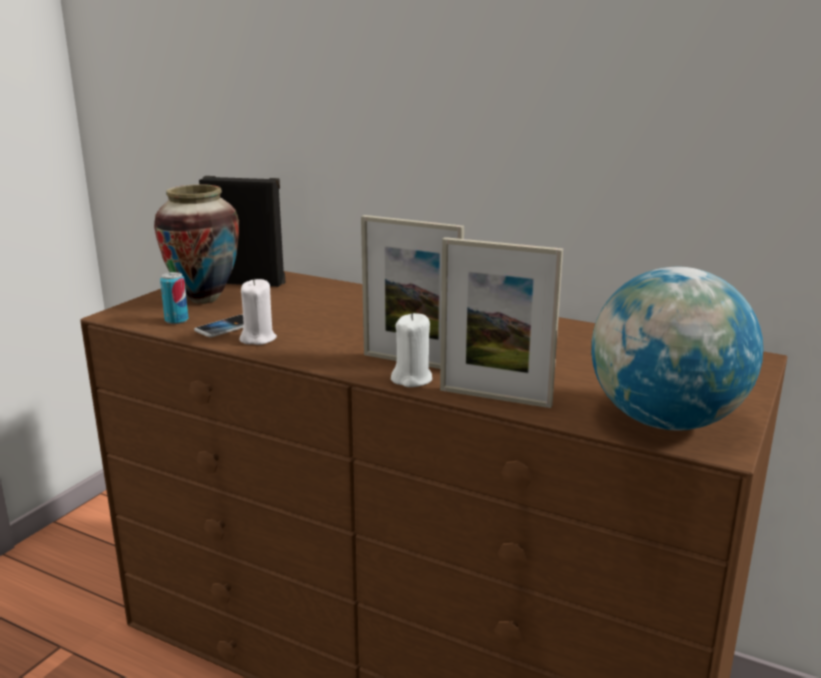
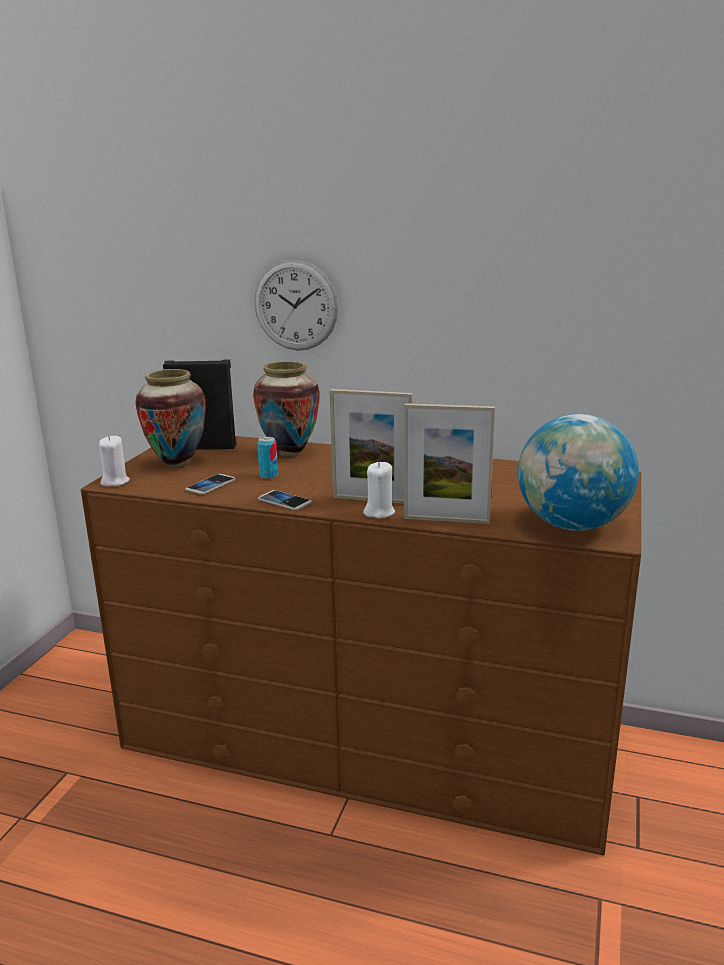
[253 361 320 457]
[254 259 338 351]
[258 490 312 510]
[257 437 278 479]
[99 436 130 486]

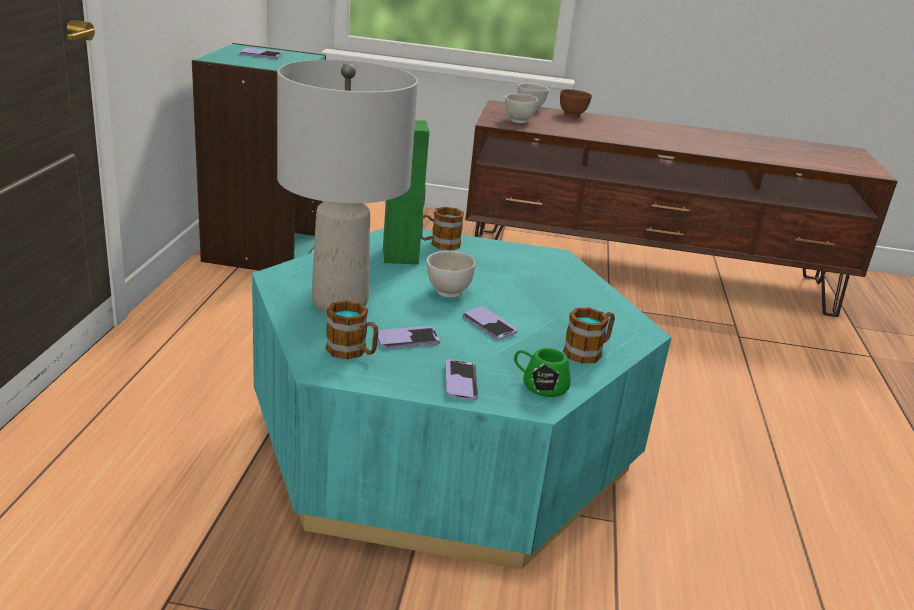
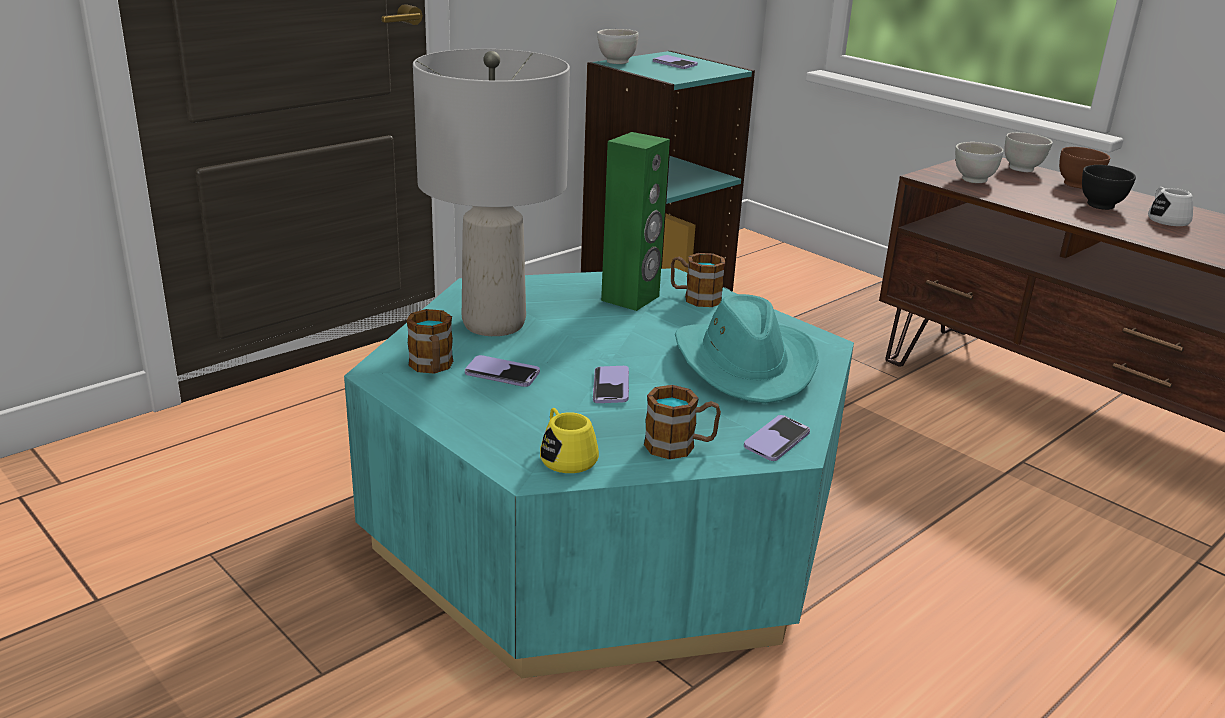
[675 294 819 403]
[1082 165 1136 210]
[1148 187 1193 226]
[597 29 638 64]
[744 415 810 461]
[540 408 599 473]

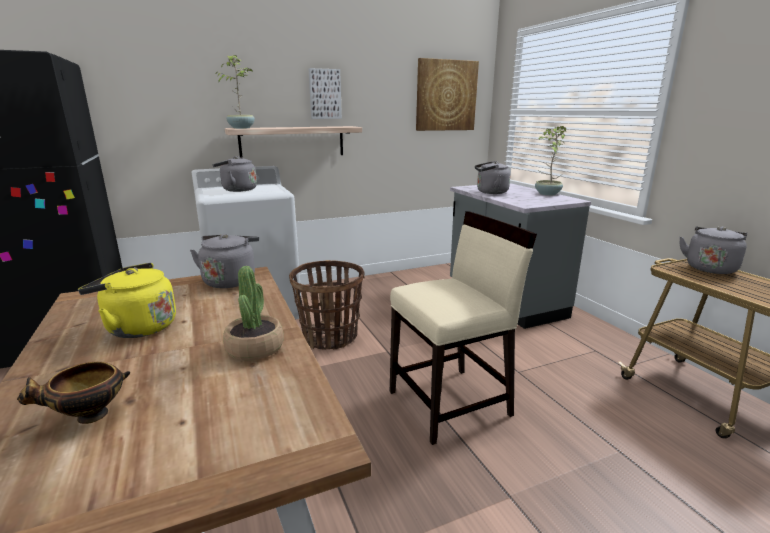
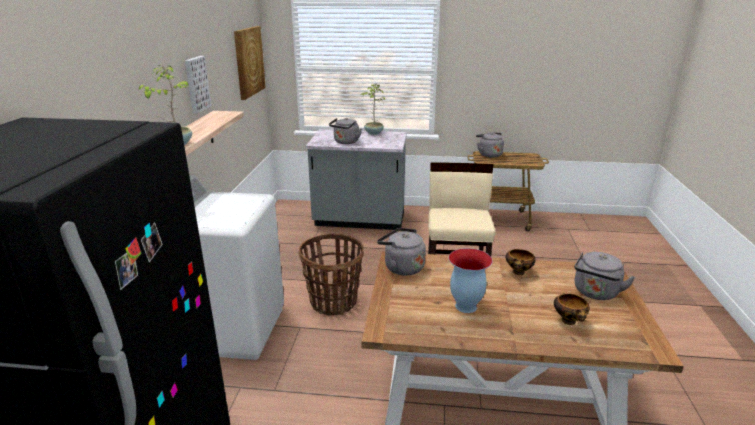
[574 252 635 300]
[448 248 493 313]
[506 249 536 275]

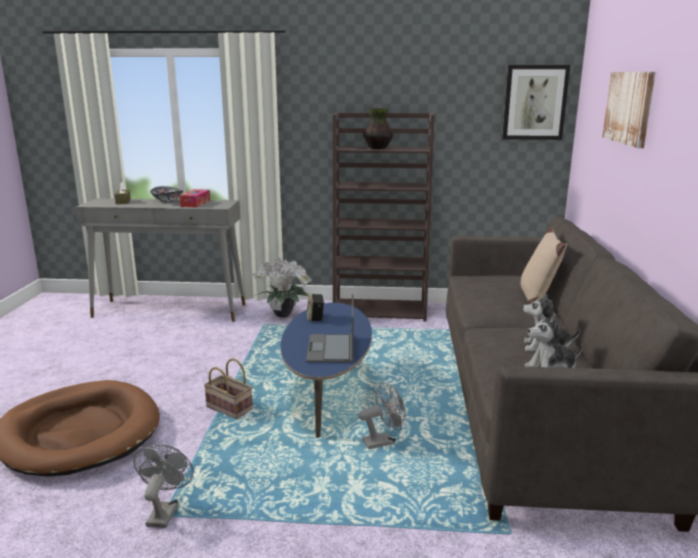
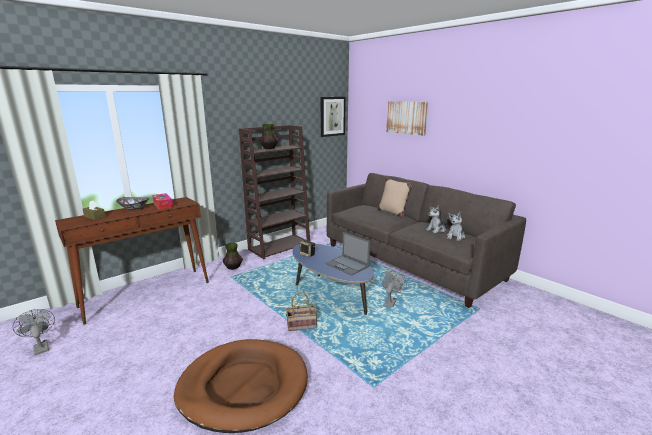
[12 309 55 356]
[223 243 243 270]
[55 197 209 325]

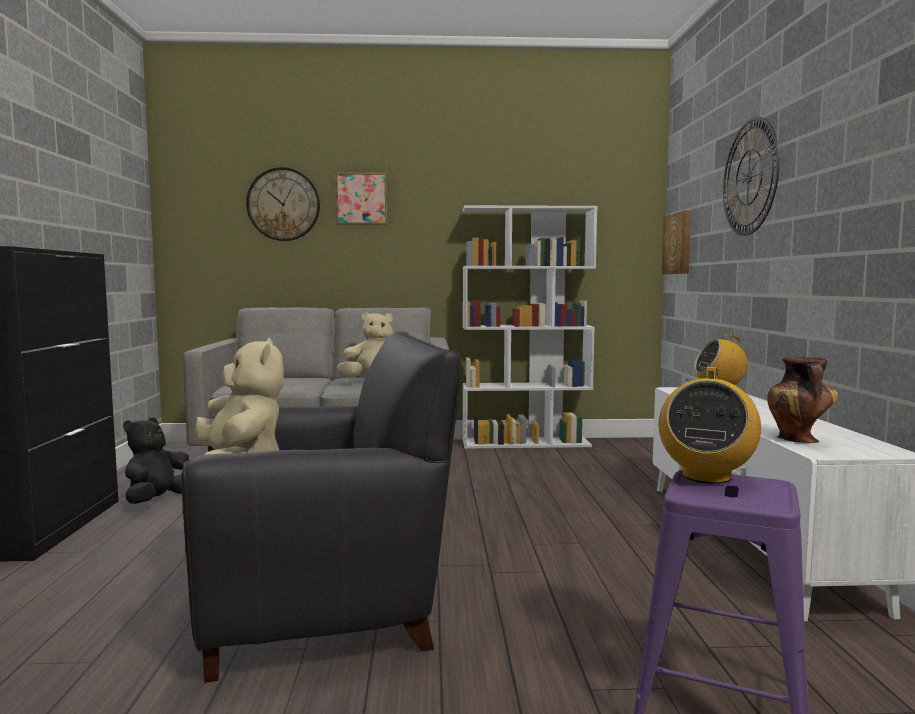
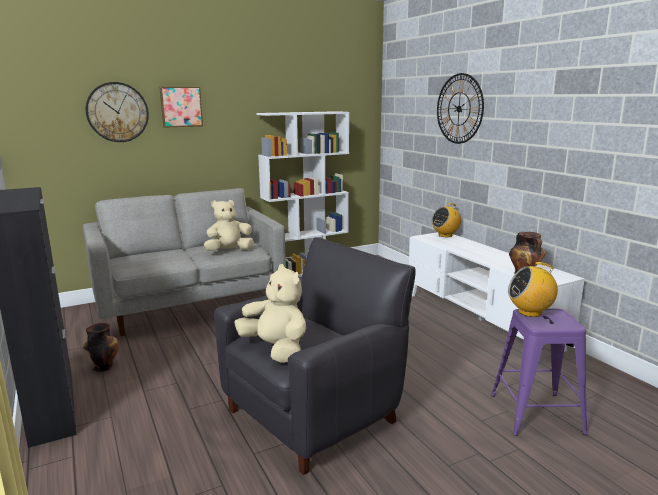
[662 210 691 274] (first image)
[83 323 119 372]
[508 262 558 317]

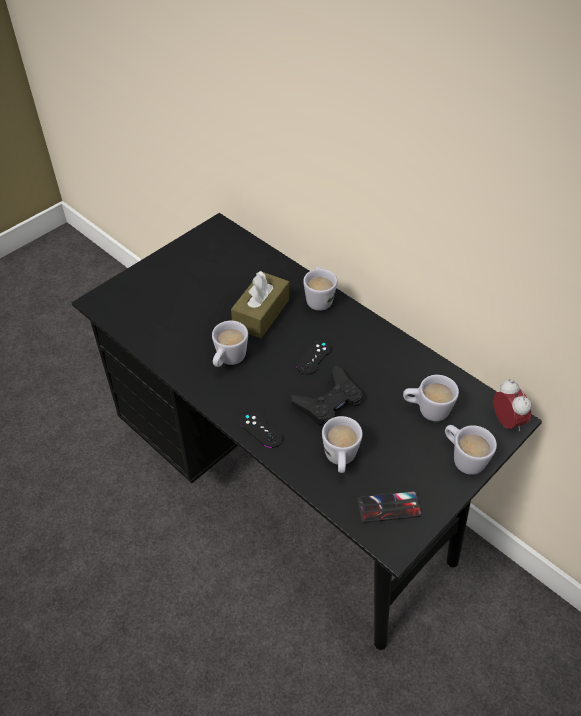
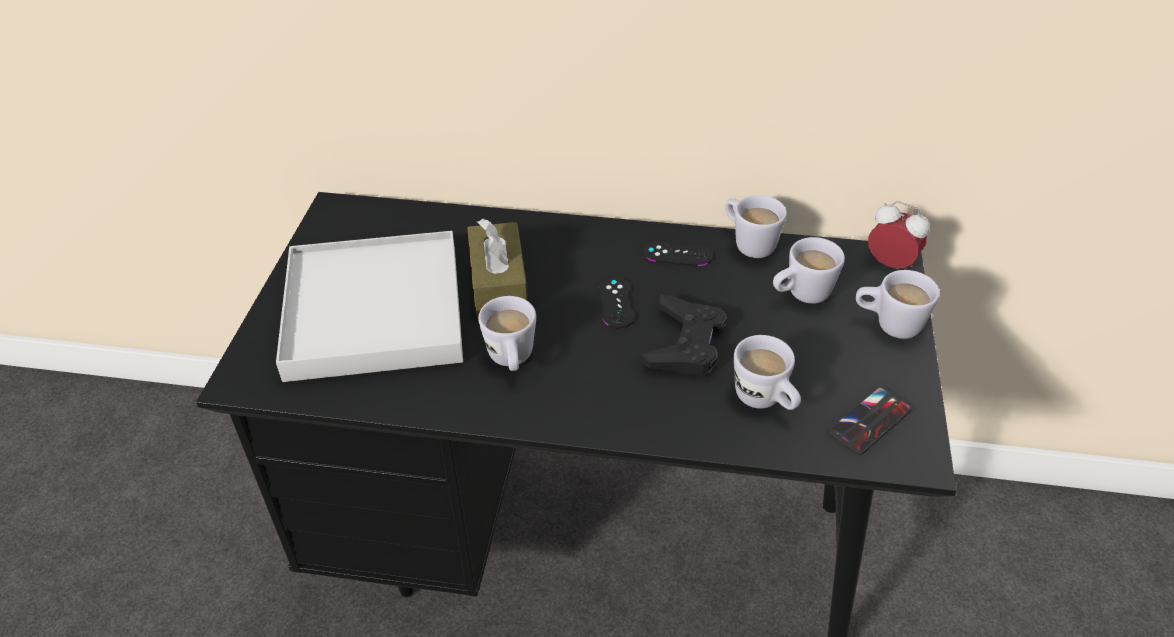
[276 231 463 382]
[643 241 713 266]
[725 195 787 258]

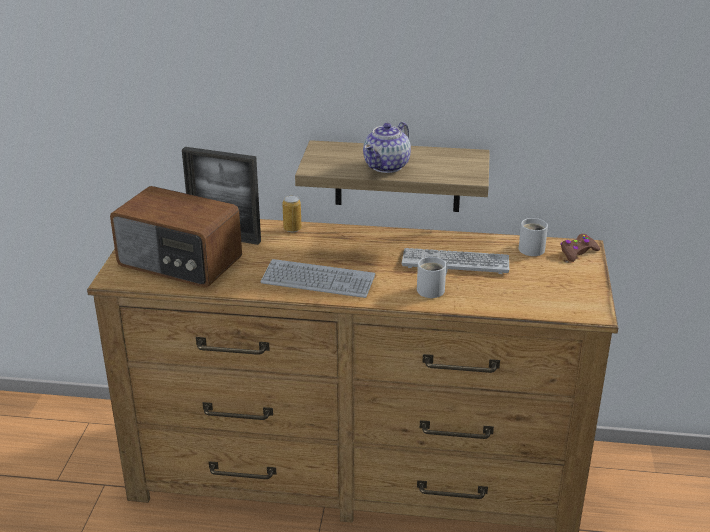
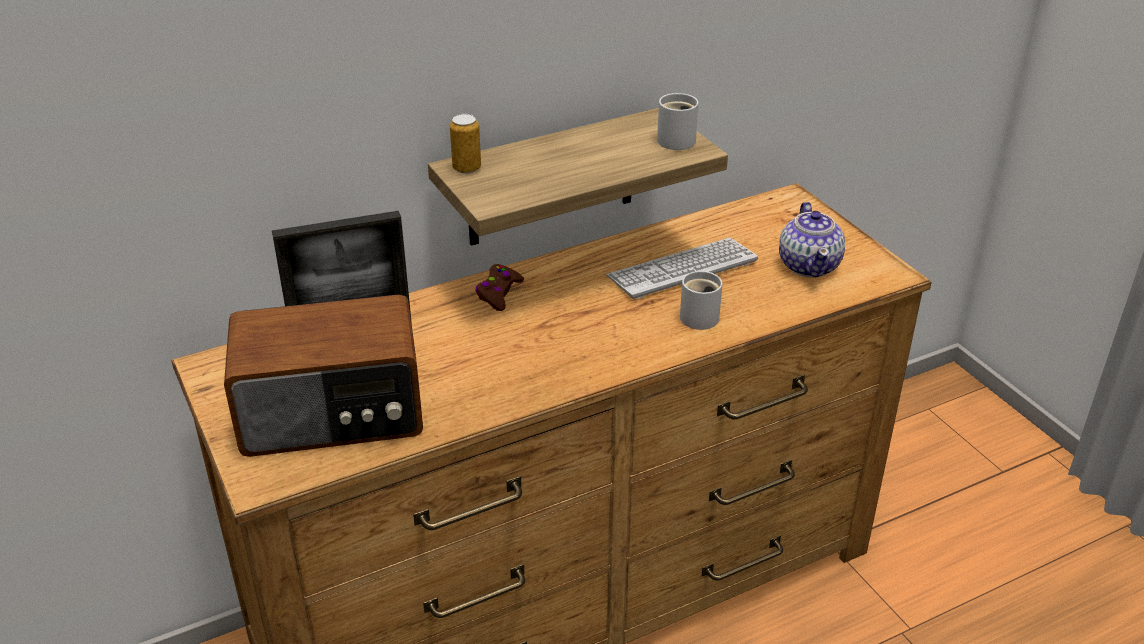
[260 259 375 298] (first image)
[450 114 481 174]
[779 202 845 278]
[657 93 699 150]
[475 264 524 311]

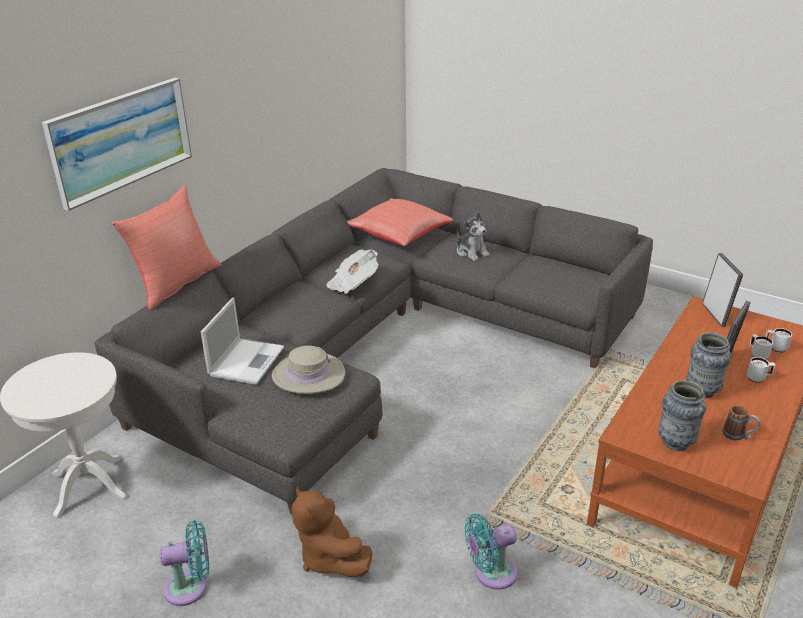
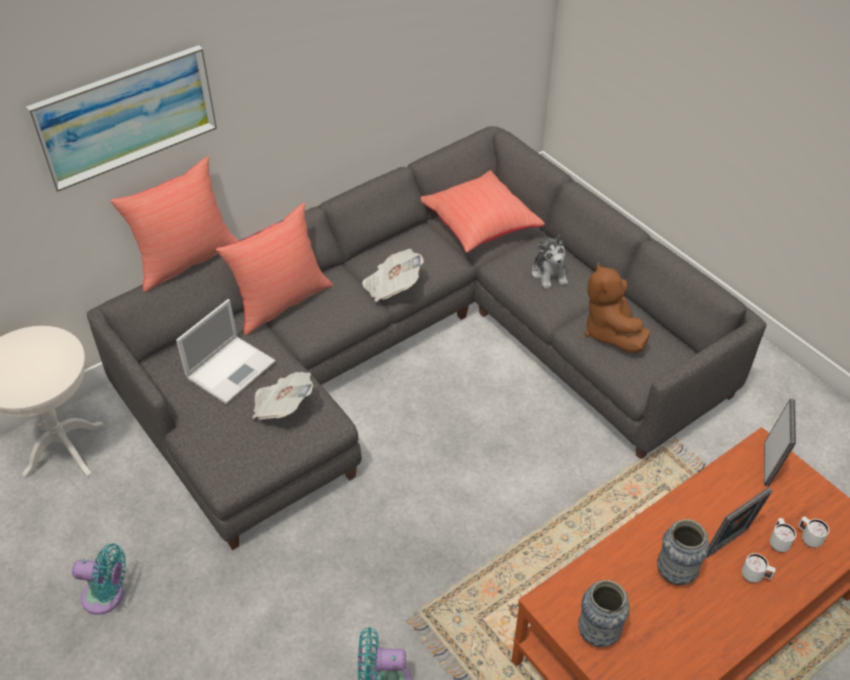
[722 405 760 440] (first image)
[216 203 333 335]
[585 261 650 353]
[252 372 313 419]

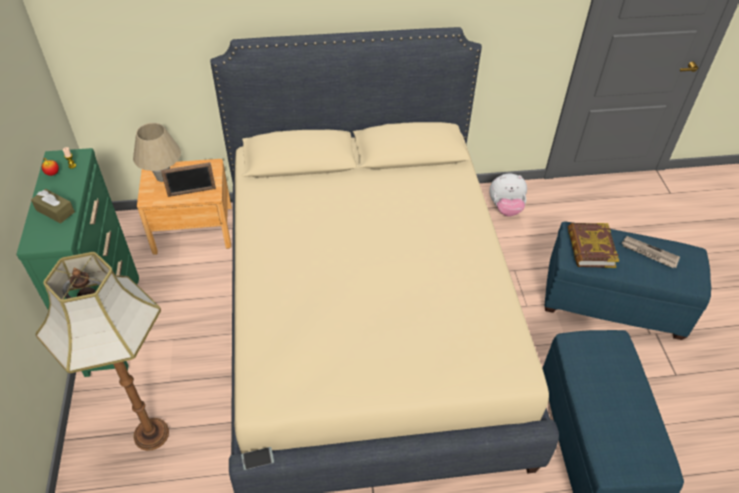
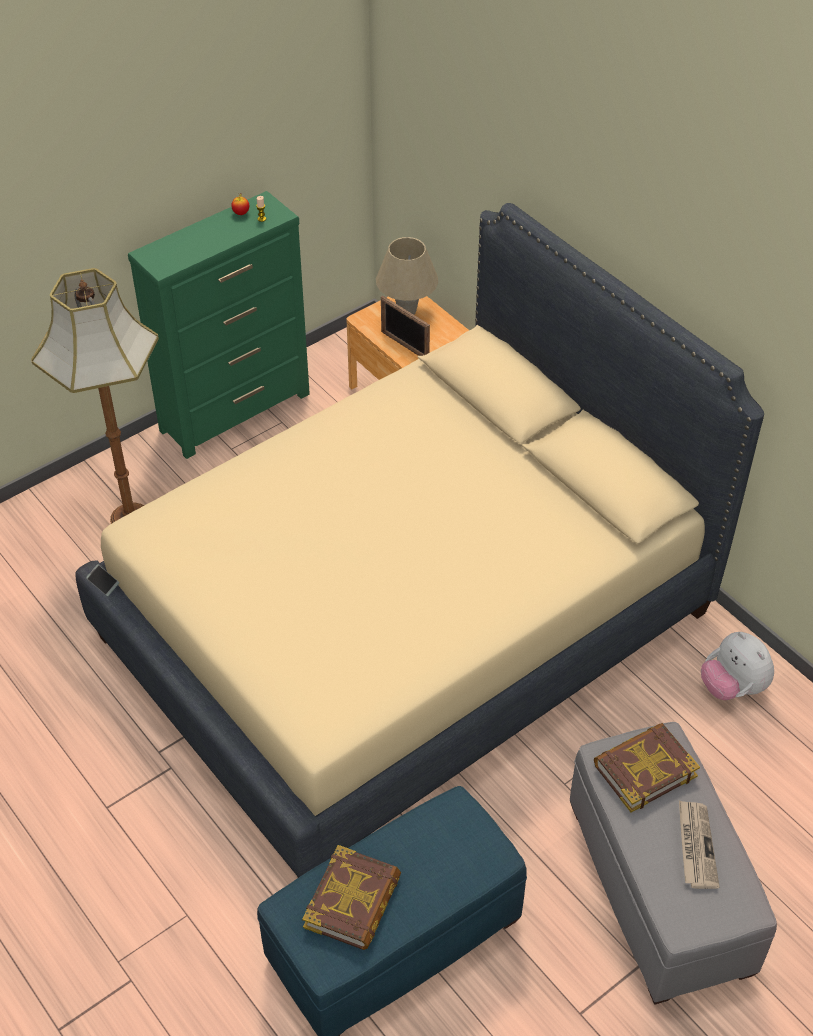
[31 189 75 223] (first image)
[302 845 401 950]
[570 722 777 1005]

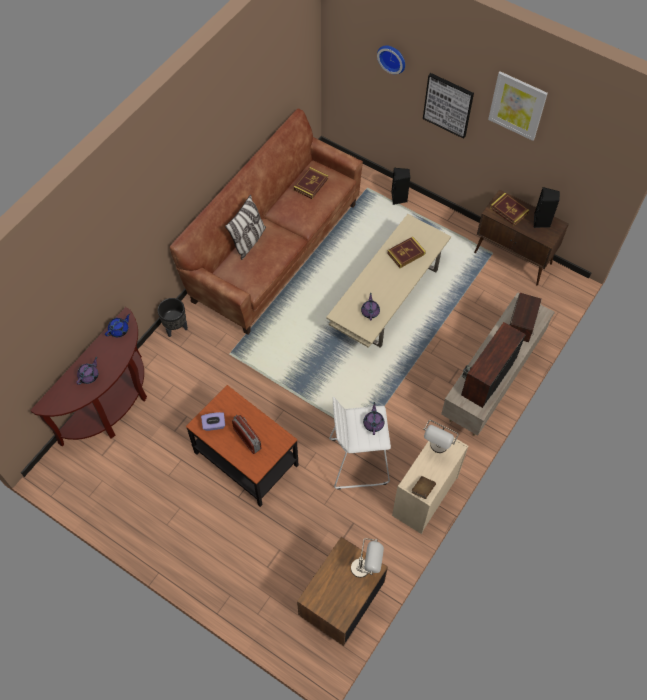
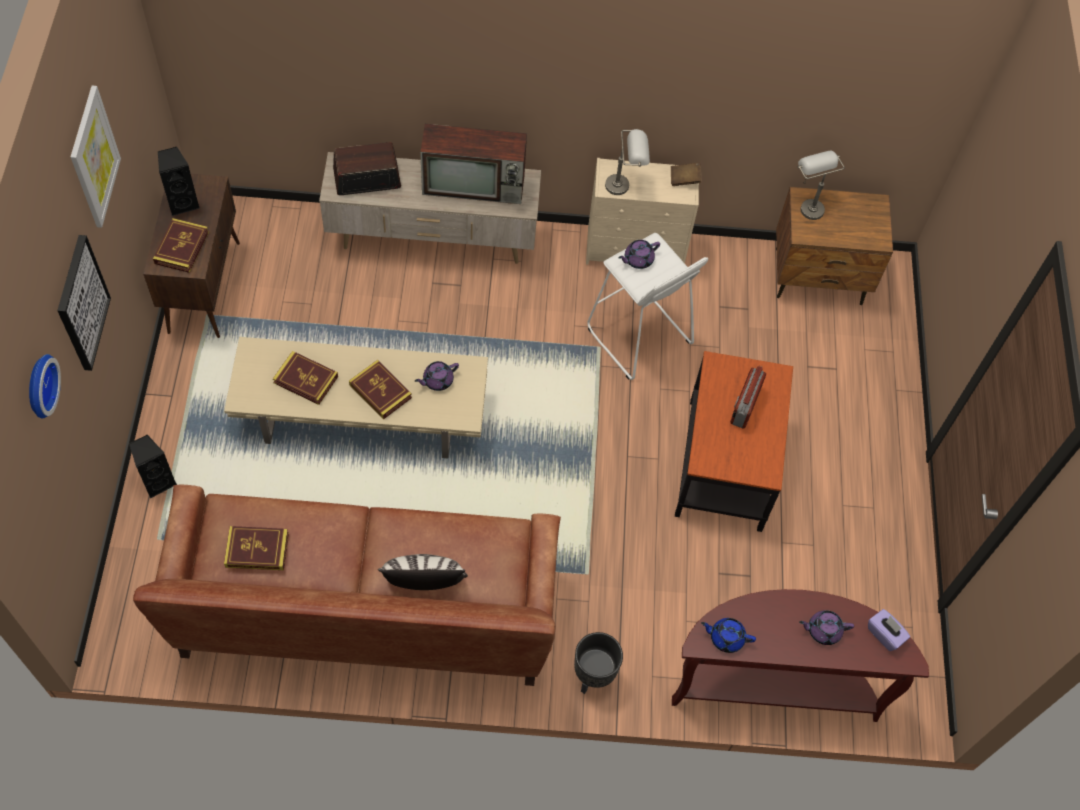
[349 360 412 420]
[868 609 910 651]

